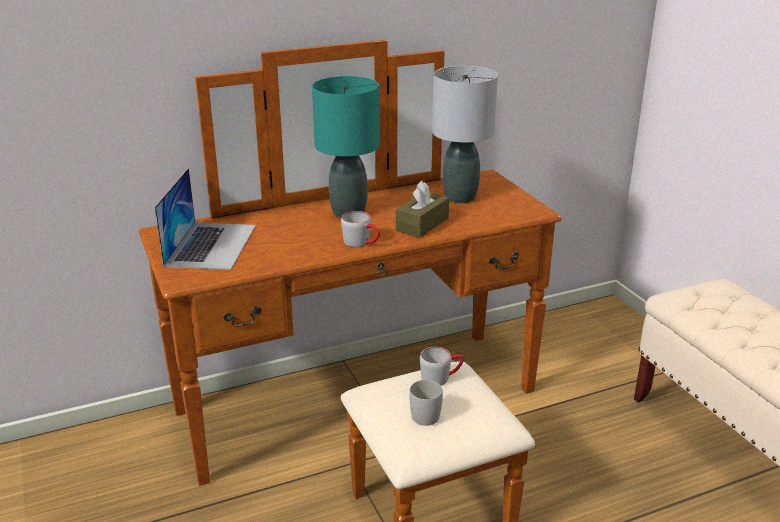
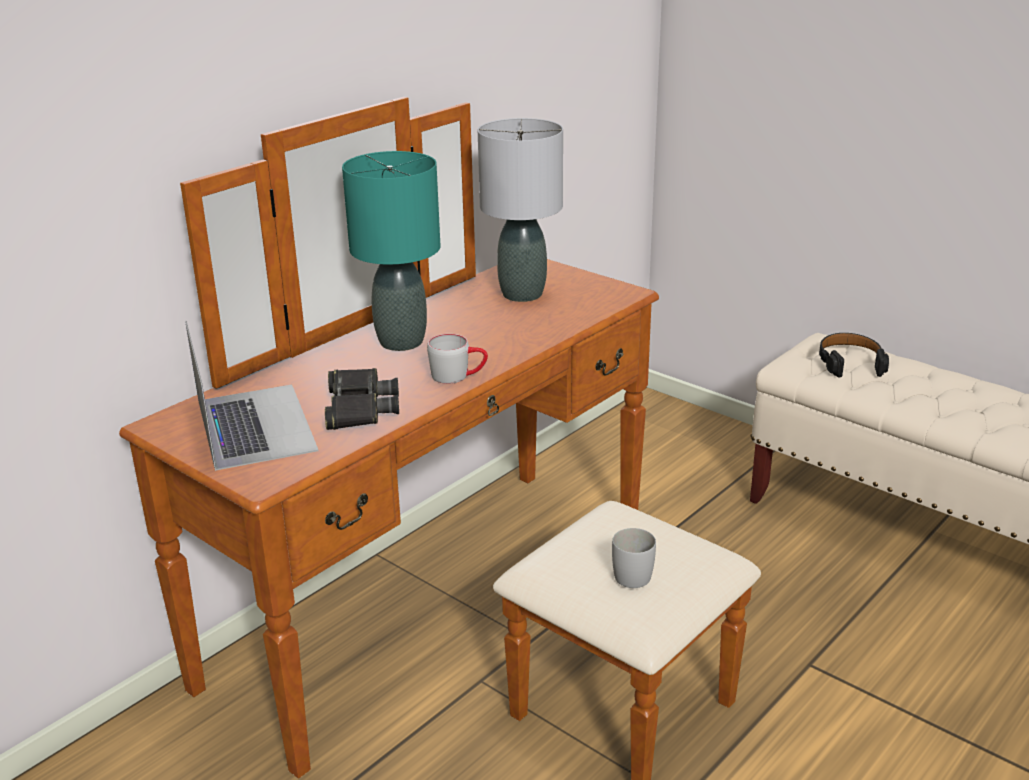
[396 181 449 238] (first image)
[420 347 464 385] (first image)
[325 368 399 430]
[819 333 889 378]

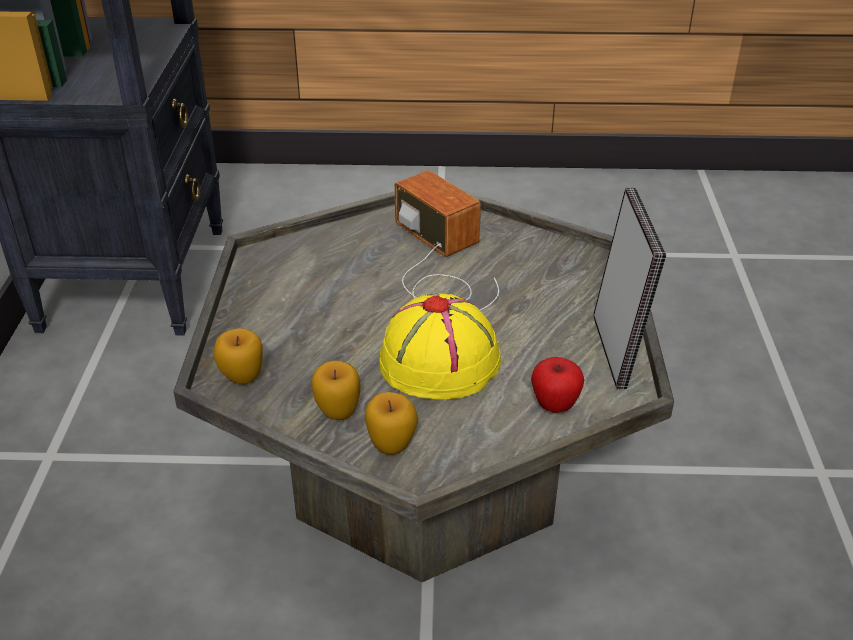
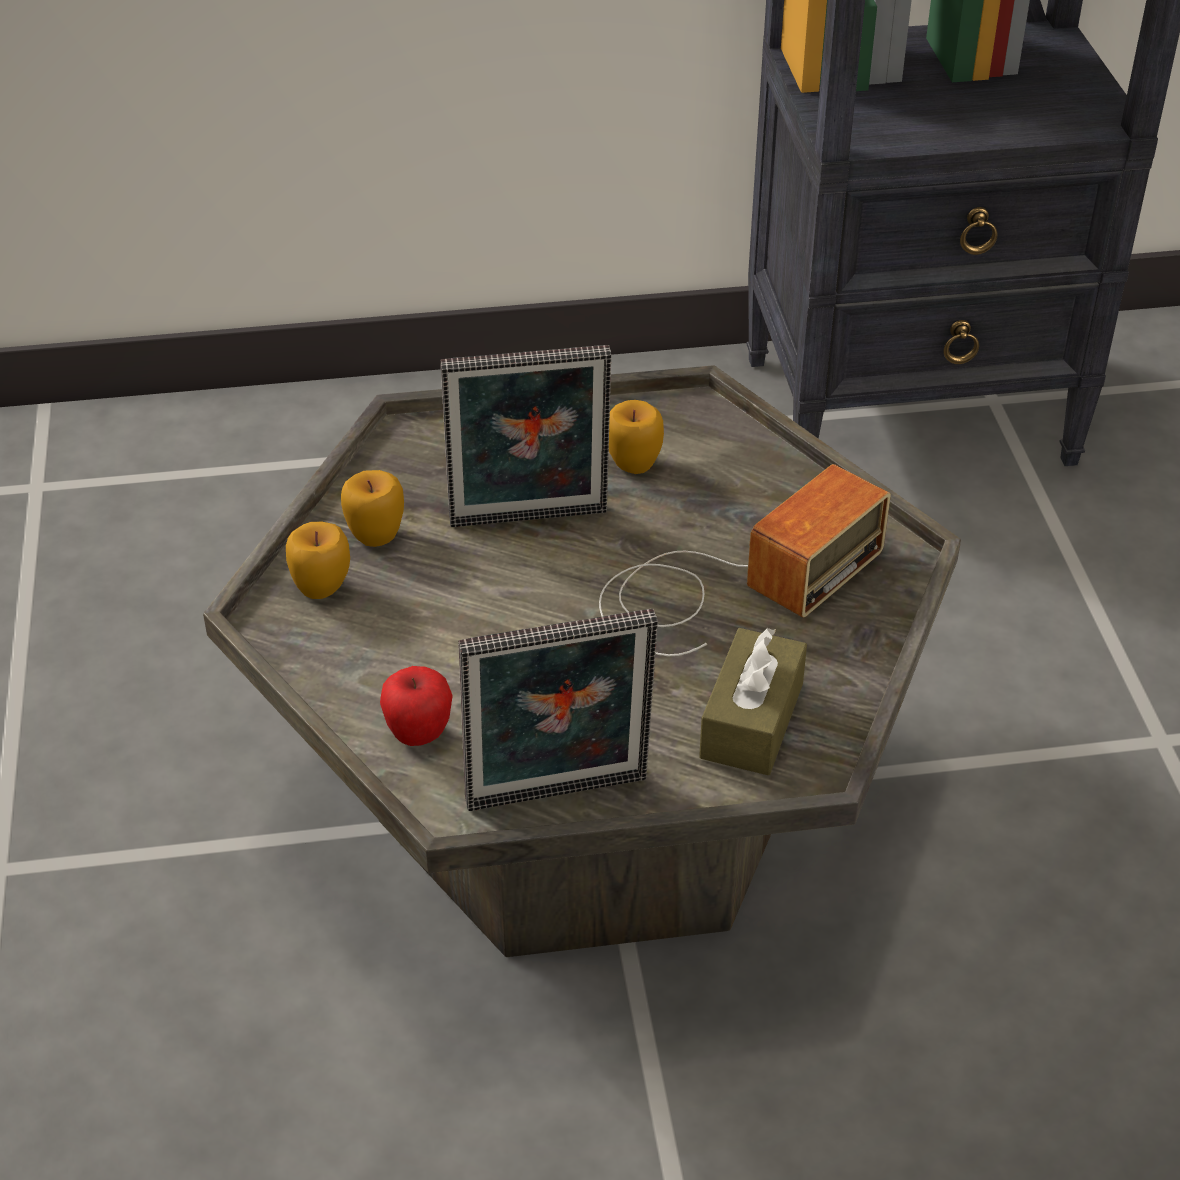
[379 293 501 399] (first image)
[440 345 611 527]
[699 628 807 775]
[609 400 664 474]

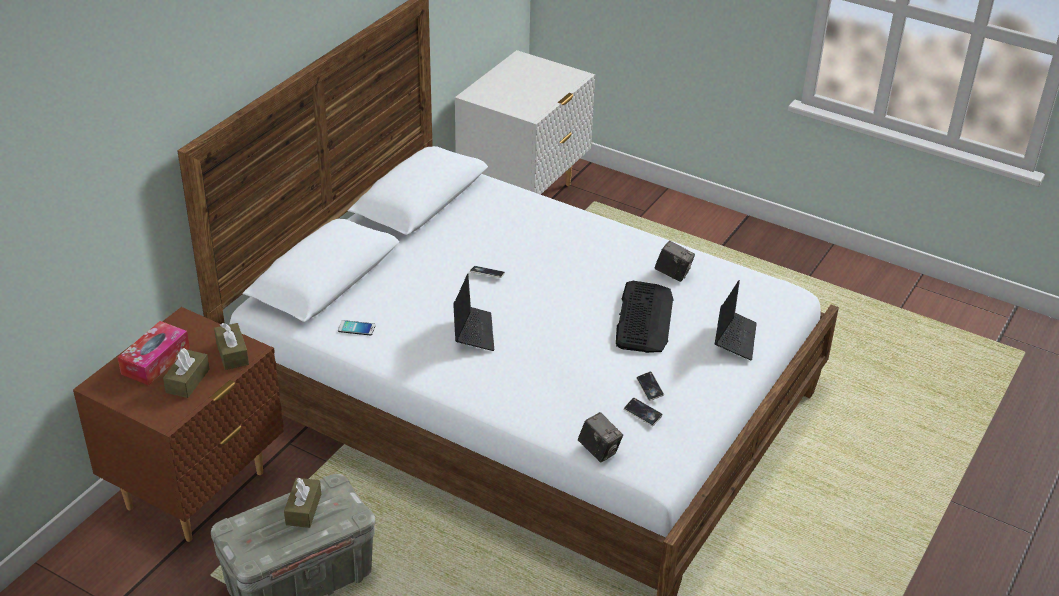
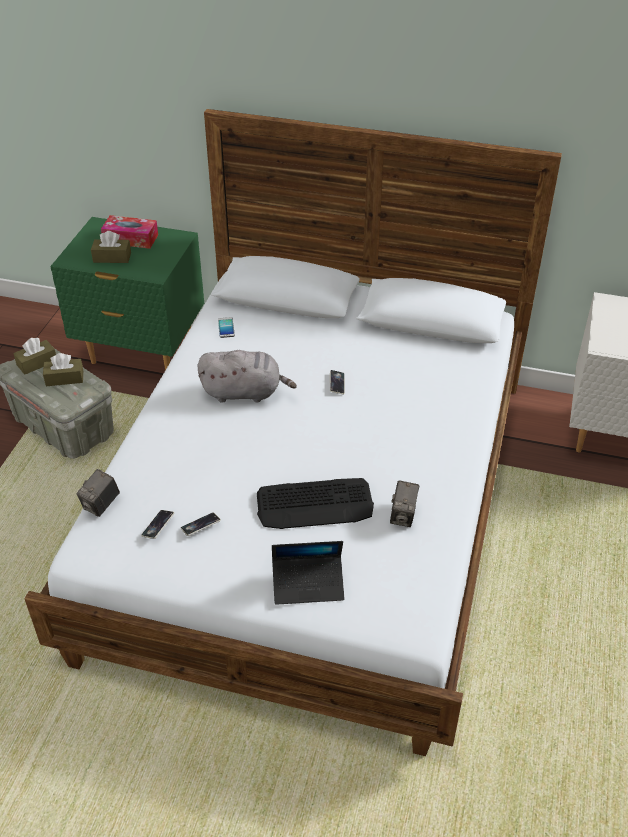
[13 338 56 375]
[198 350 297 403]
[50 217 204 370]

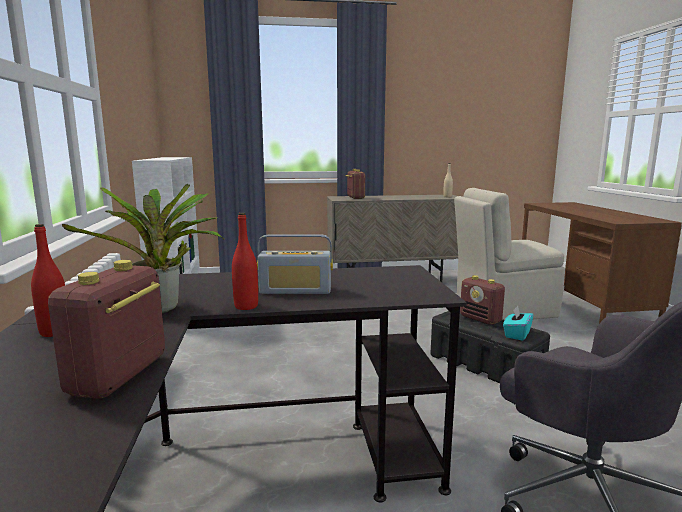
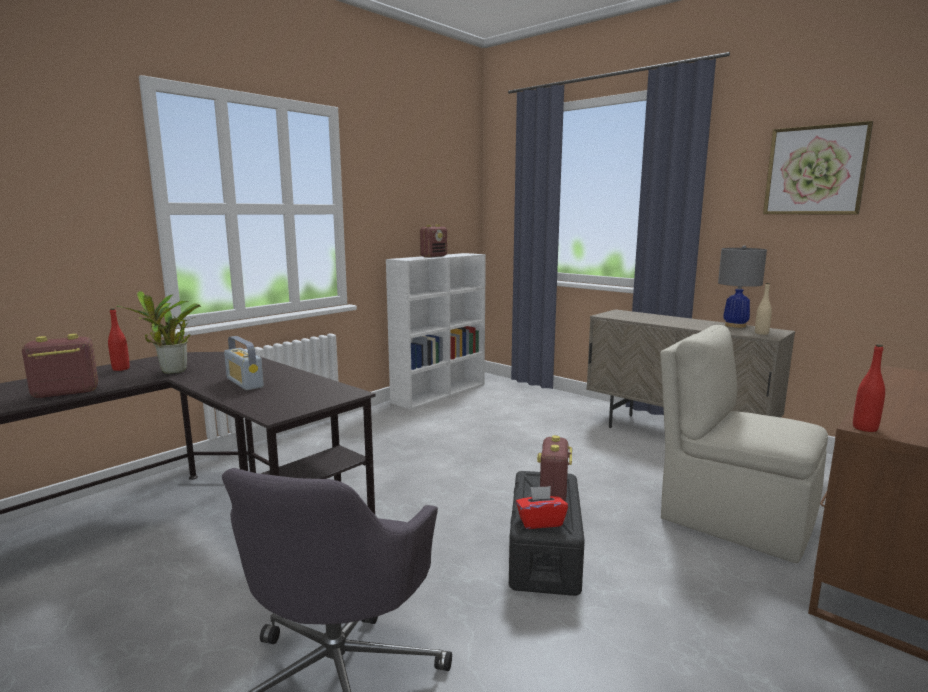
[718 245 767 328]
[763 121 873 214]
[853 344 885 432]
[420 224 447 258]
[516 486 568 529]

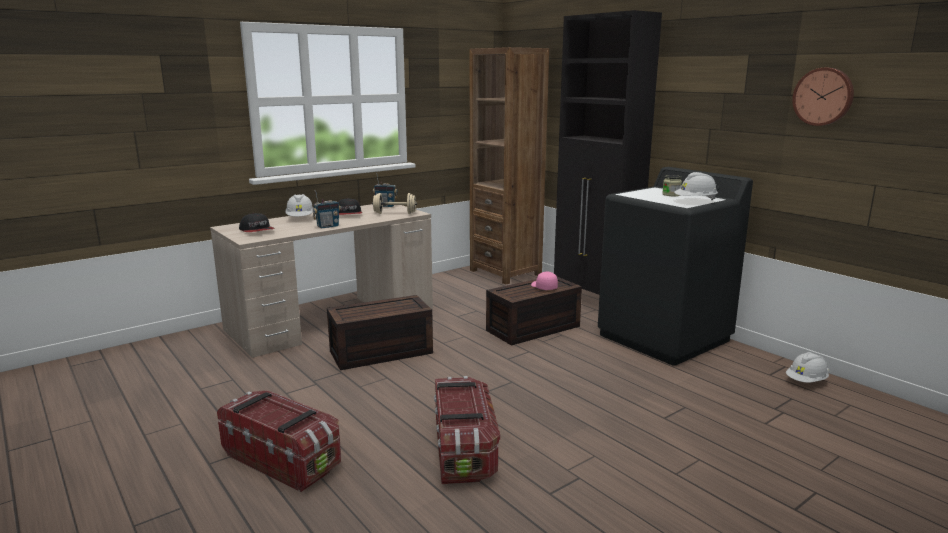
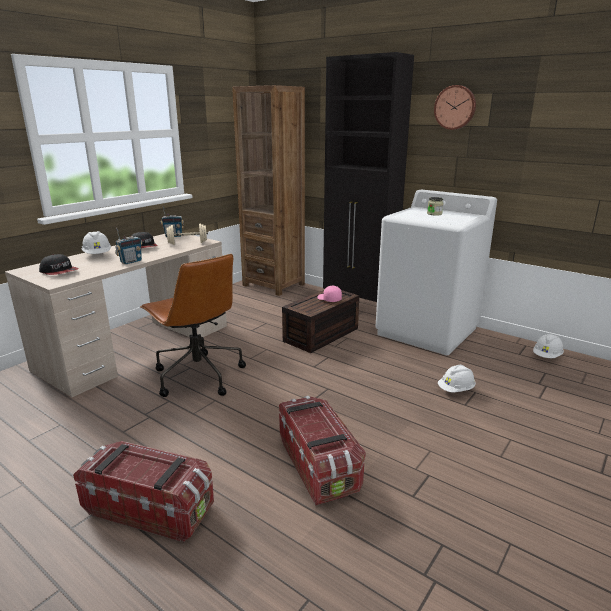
[438 365 476 392]
[434 85 476 130]
[140 254 246 397]
[375 189 497 355]

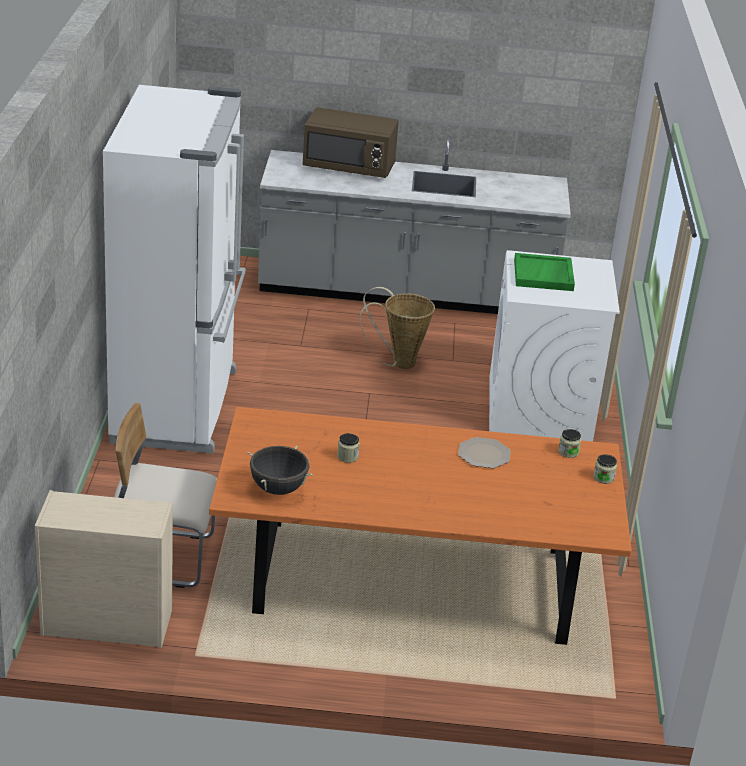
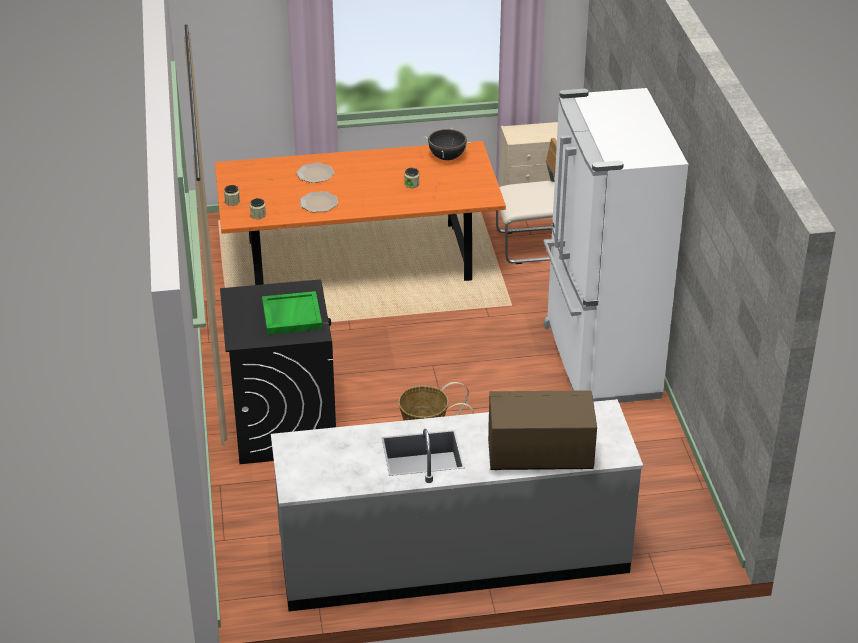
[296 163 334 183]
[220 279 336 464]

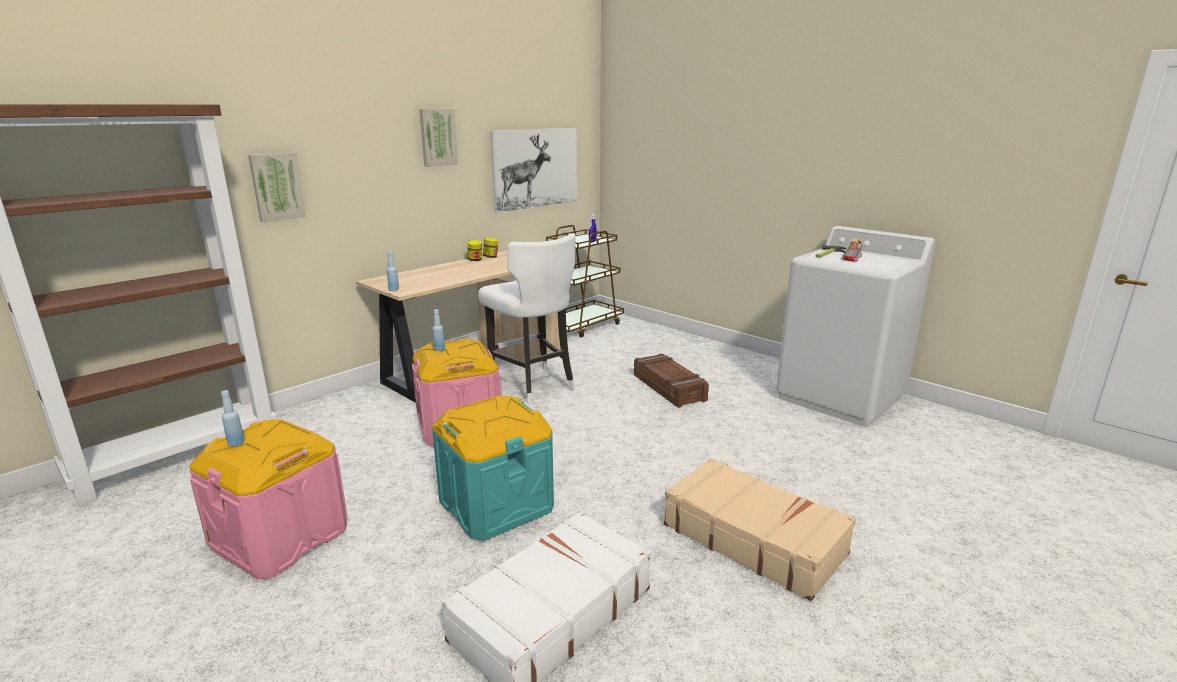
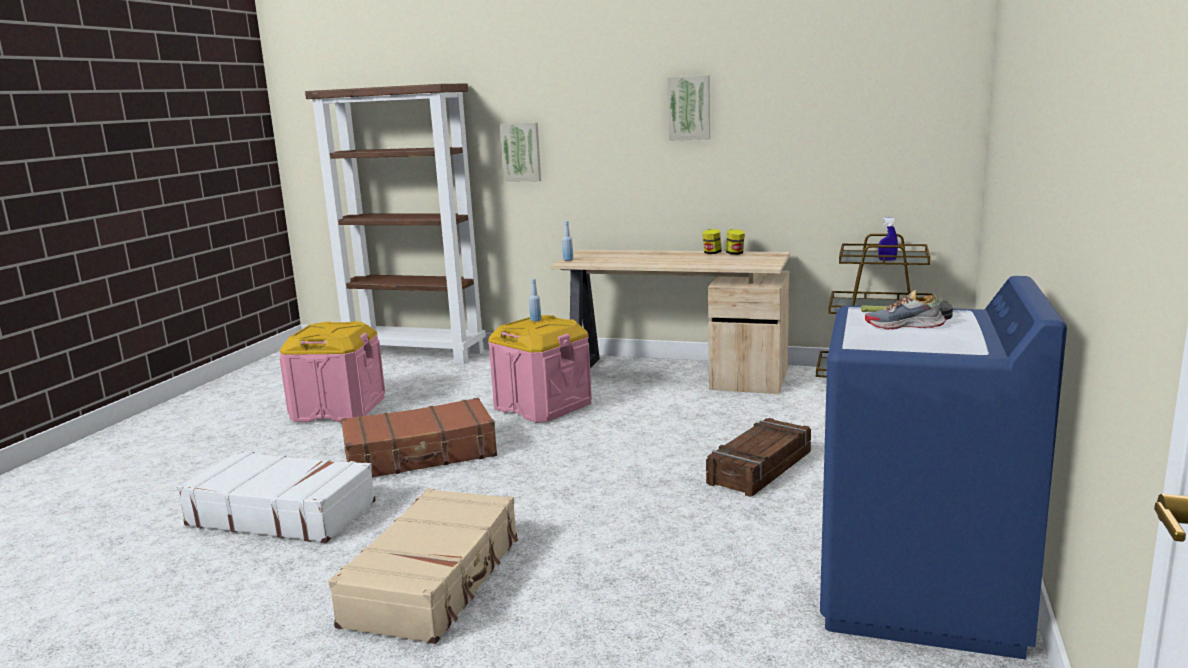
[221 390 245 447] (first image)
[478 233 576 405] (first image)
[490 128 577 213] (first image)
[341 398 497 478]
[820 276 1067 660]

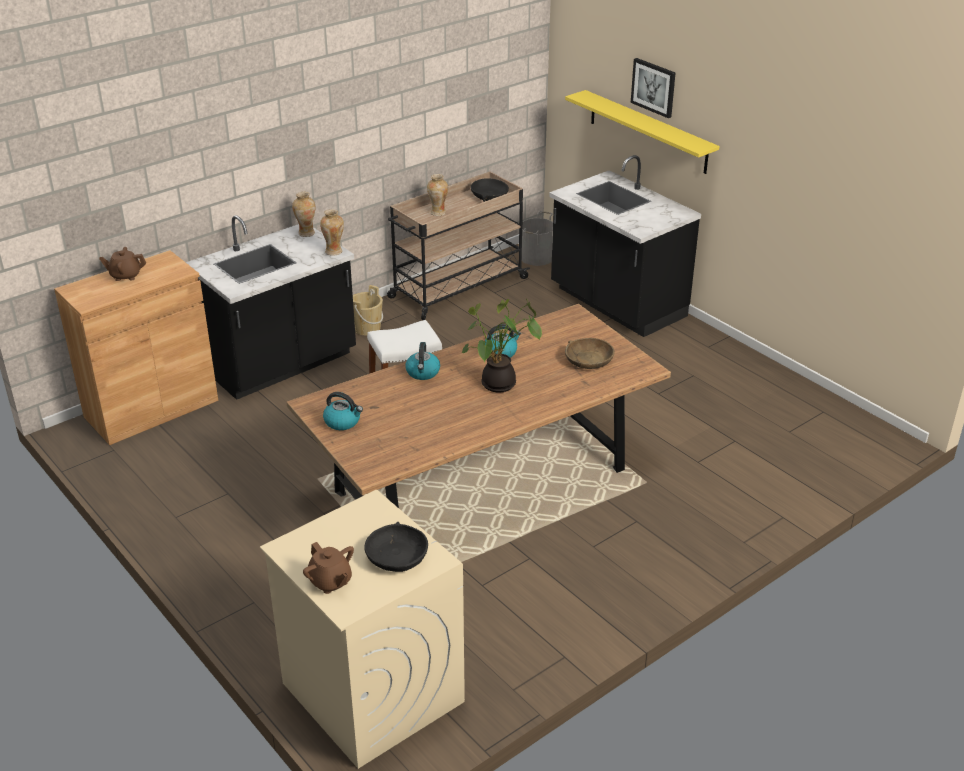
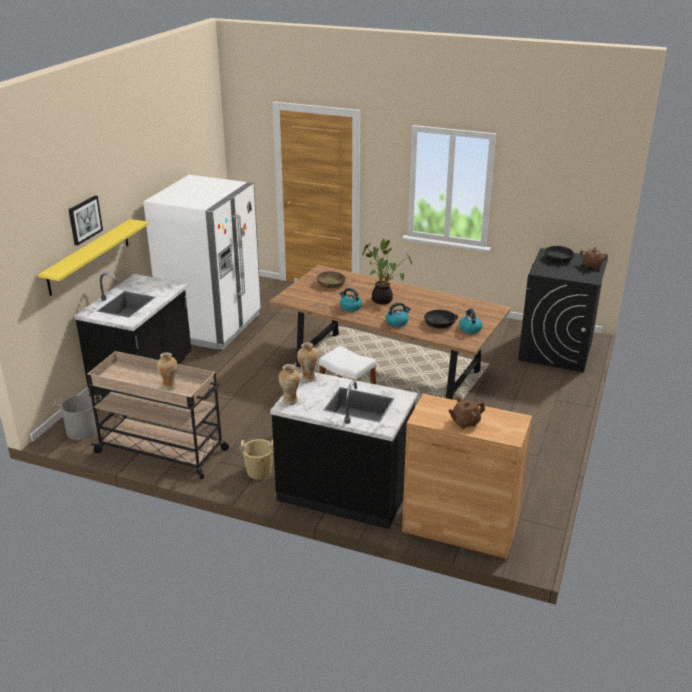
[143 175 261 350]
[424 310 458 329]
[518 248 608 372]
[448 396 485 429]

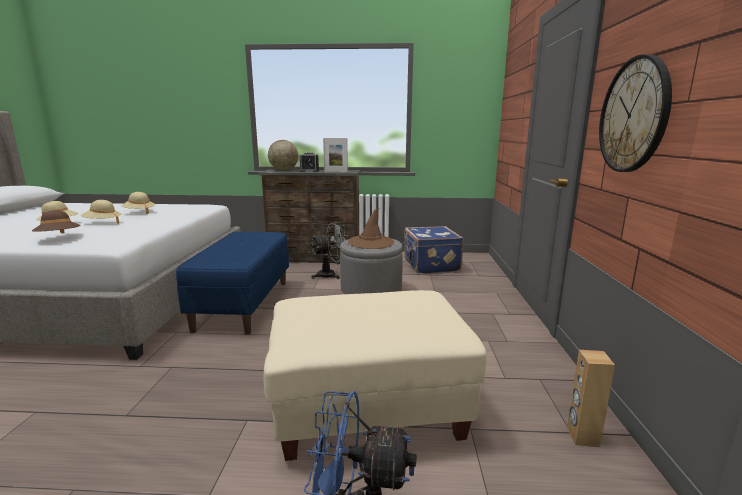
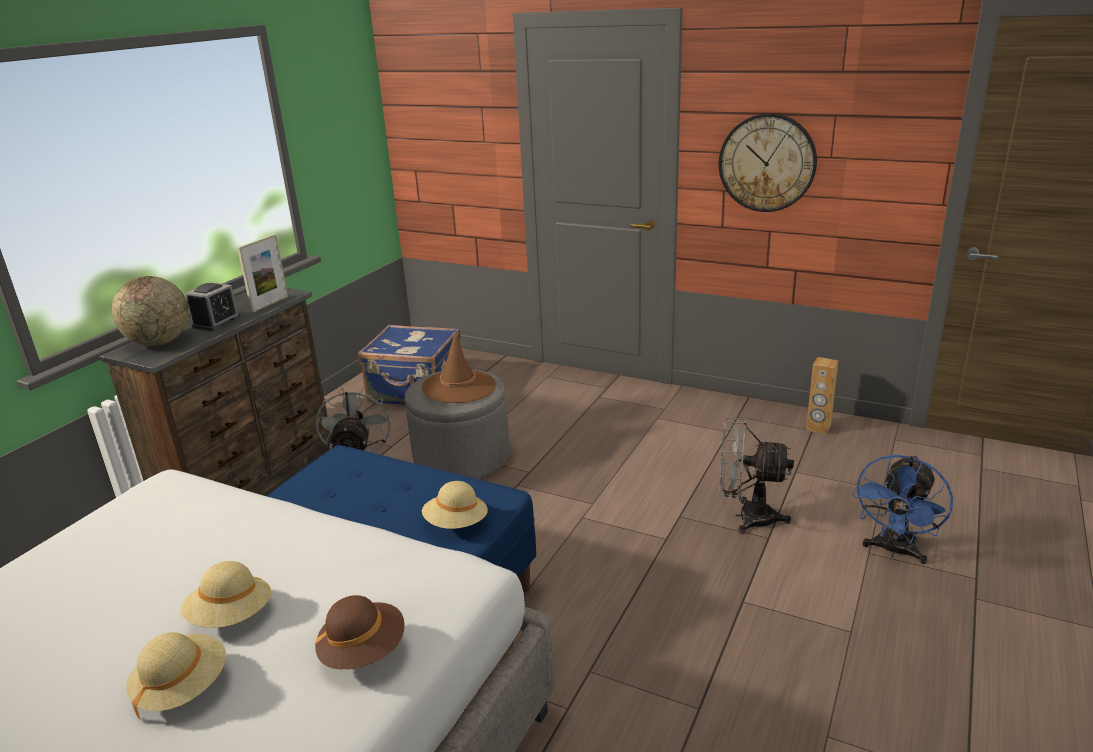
[422 481 488 529]
[719 417 794 534]

